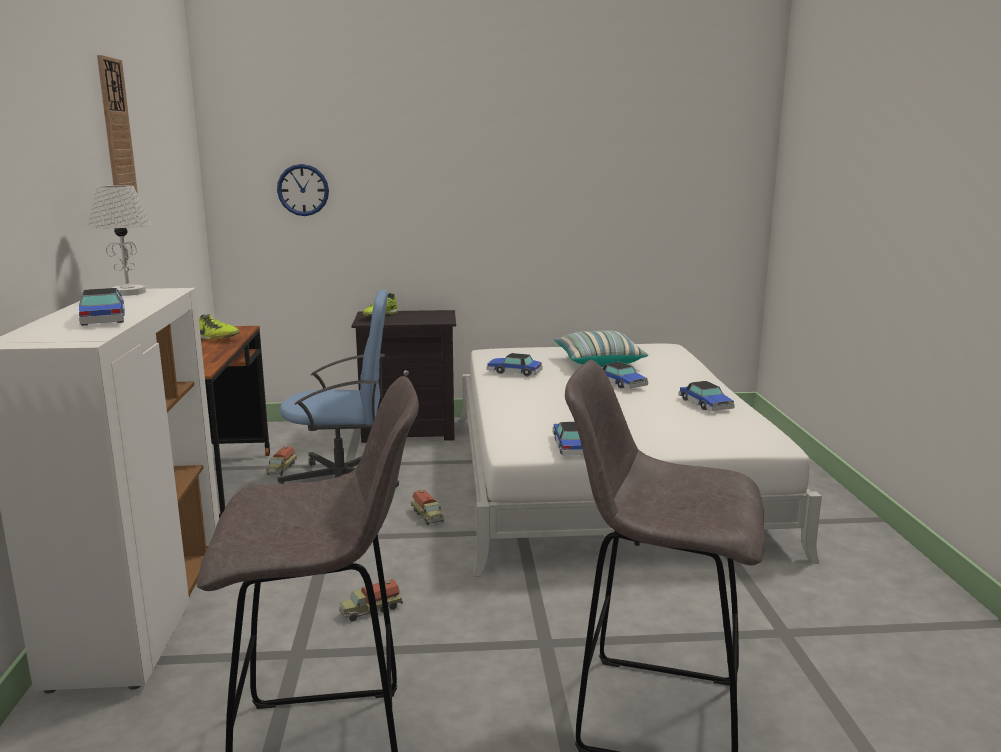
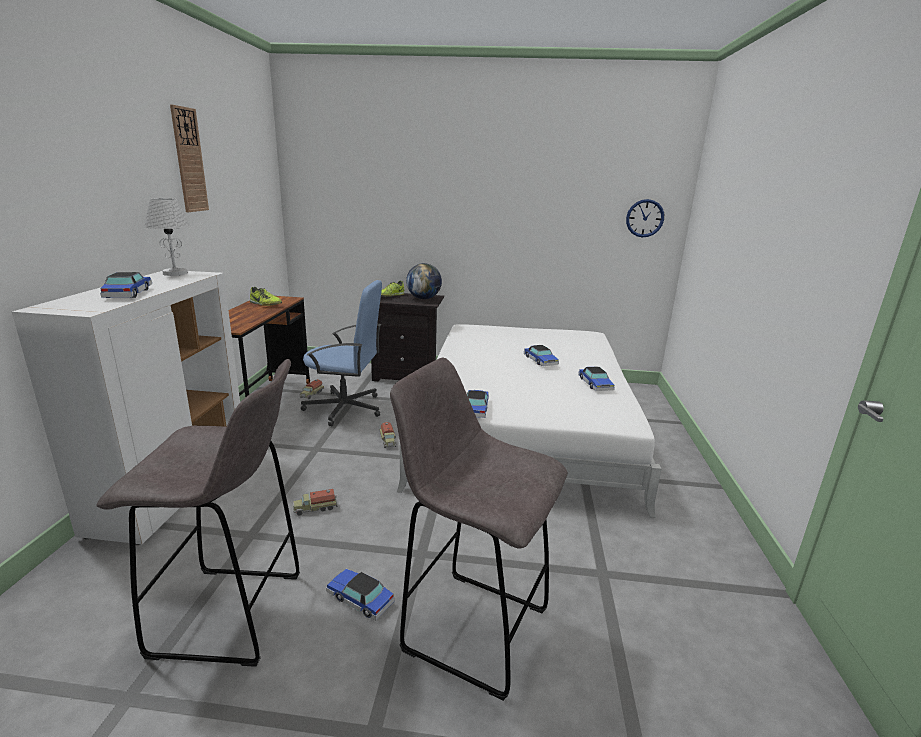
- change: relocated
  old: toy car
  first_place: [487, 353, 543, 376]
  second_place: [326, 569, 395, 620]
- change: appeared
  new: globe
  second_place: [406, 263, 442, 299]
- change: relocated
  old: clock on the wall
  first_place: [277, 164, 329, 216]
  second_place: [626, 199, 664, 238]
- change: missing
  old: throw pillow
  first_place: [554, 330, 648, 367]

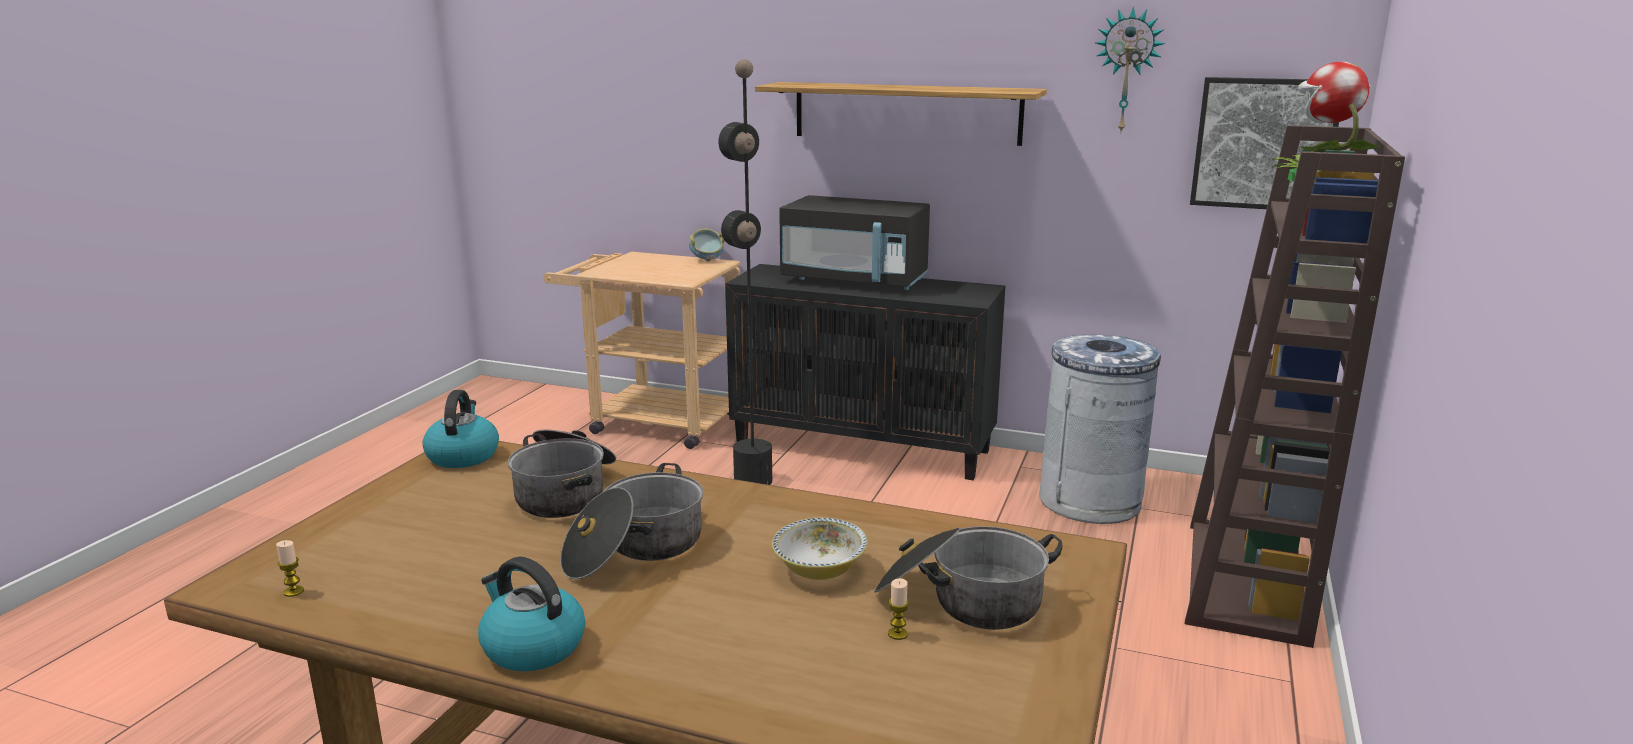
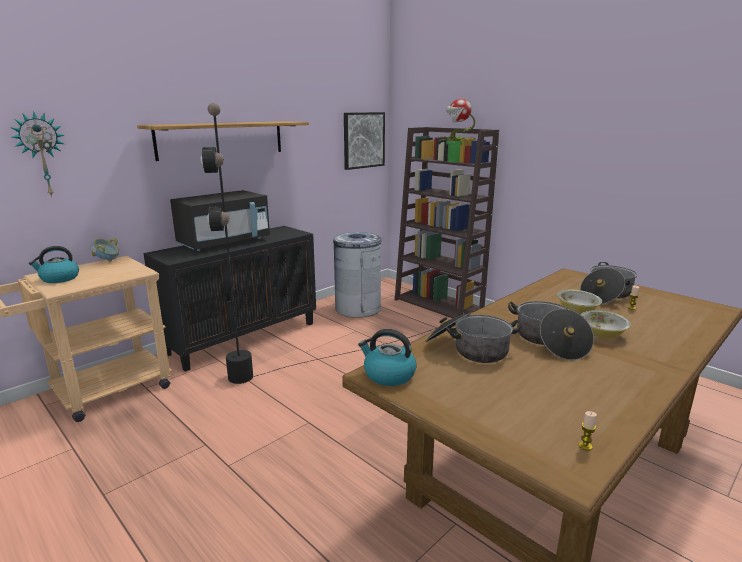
- change: relocated
  old: clock on the wall
  first_place: [1095, 7, 1165, 132]
  second_place: [10, 111, 64, 197]
- change: relocated
  old: tea kettle
  first_place: [478, 556, 585, 671]
  second_place: [29, 246, 79, 283]
- change: appeared
  new: deep dish
  second_place: [580, 310, 631, 338]

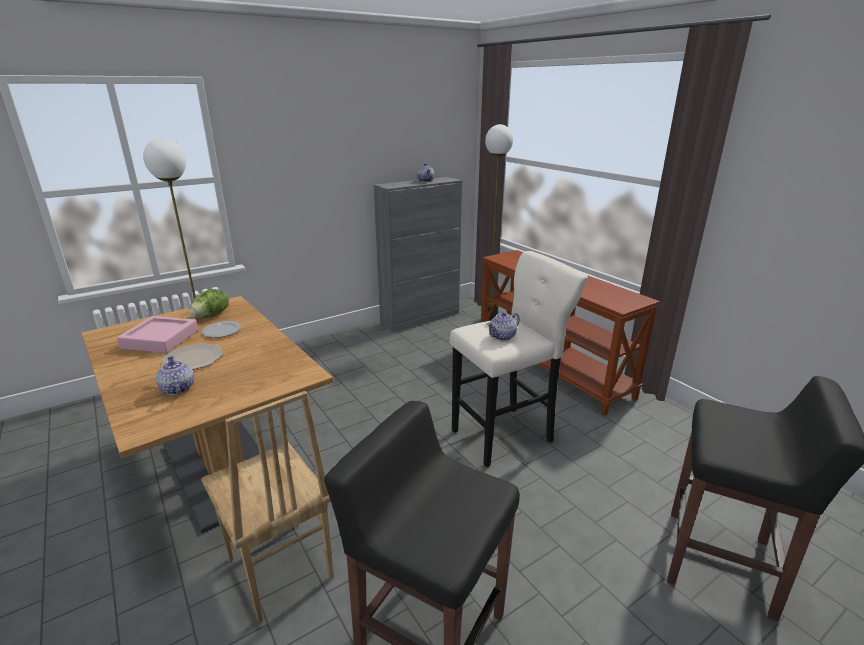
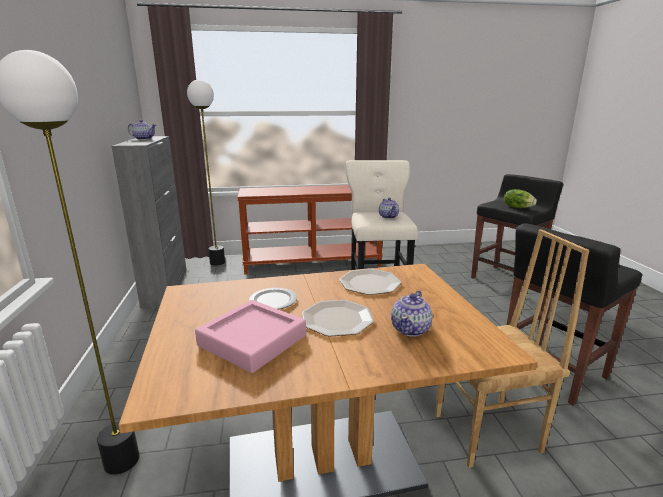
- change: appeared
  new: flat dish
  second_place: [339, 269, 402, 295]
- change: spun
  old: tea pot
  first_place: [156, 356, 194, 395]
  second_place: [391, 291, 433, 336]
  degrees: -60
- change: relocated
  old: lettuce head
  first_place: [189, 289, 229, 318]
  second_place: [504, 189, 537, 208]

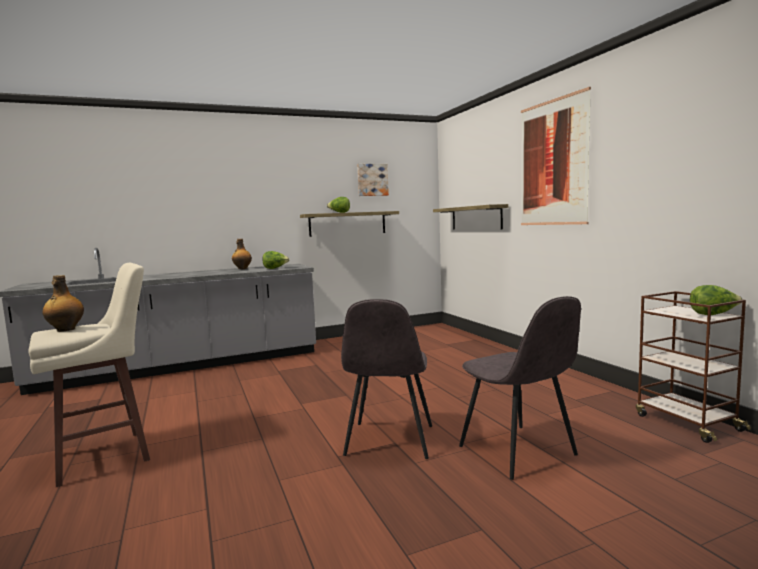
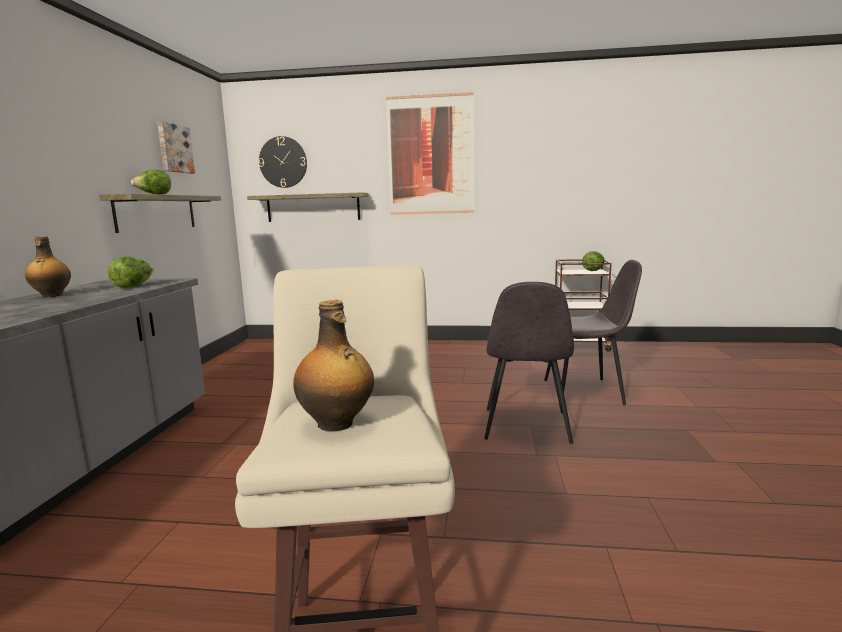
- change: appeared
  new: clock on the wall
  second_place: [259, 136, 307, 188]
- change: spun
  old: greyish upright chair
  first_place: [341, 299, 432, 459]
  second_place: [484, 282, 574, 444]
  degrees: 60

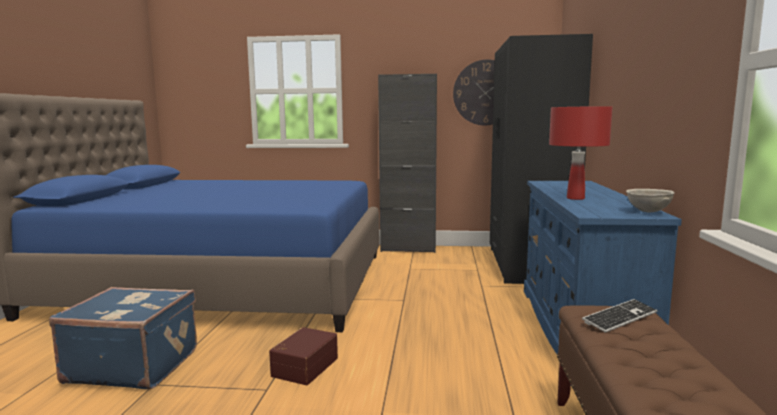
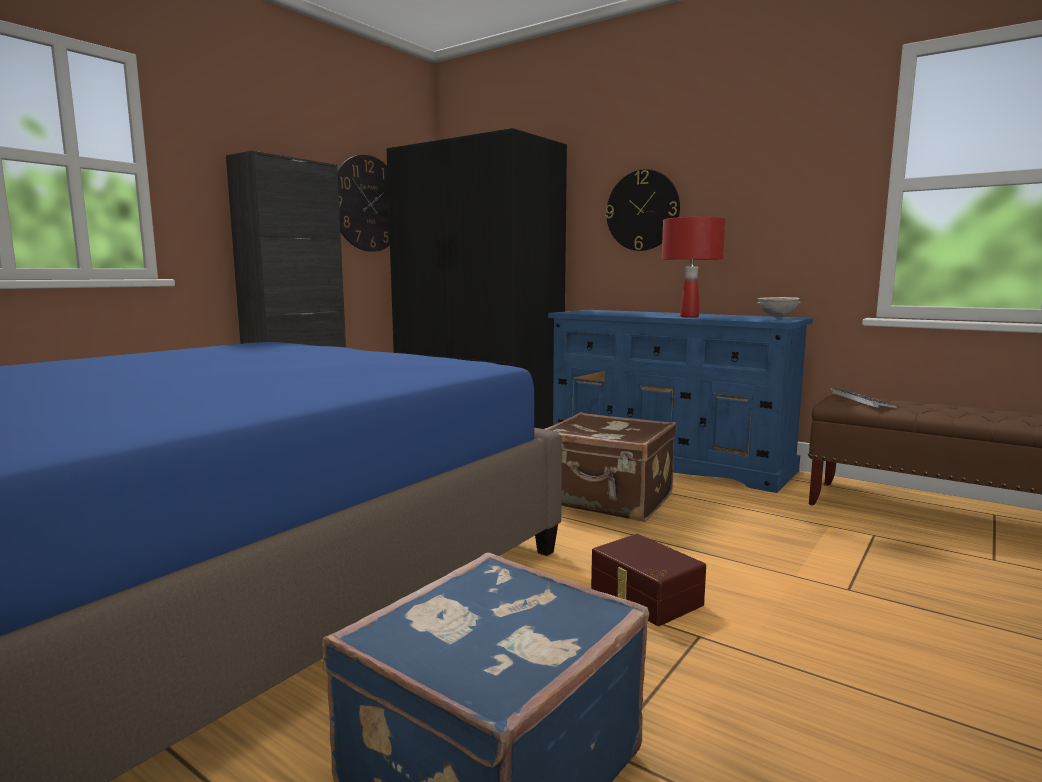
- change: appeared
  new: brownish piece of luggage
  second_place: [545, 412, 676, 522]
- change: appeared
  new: clock on the wall
  second_place: [606, 169, 680, 251]

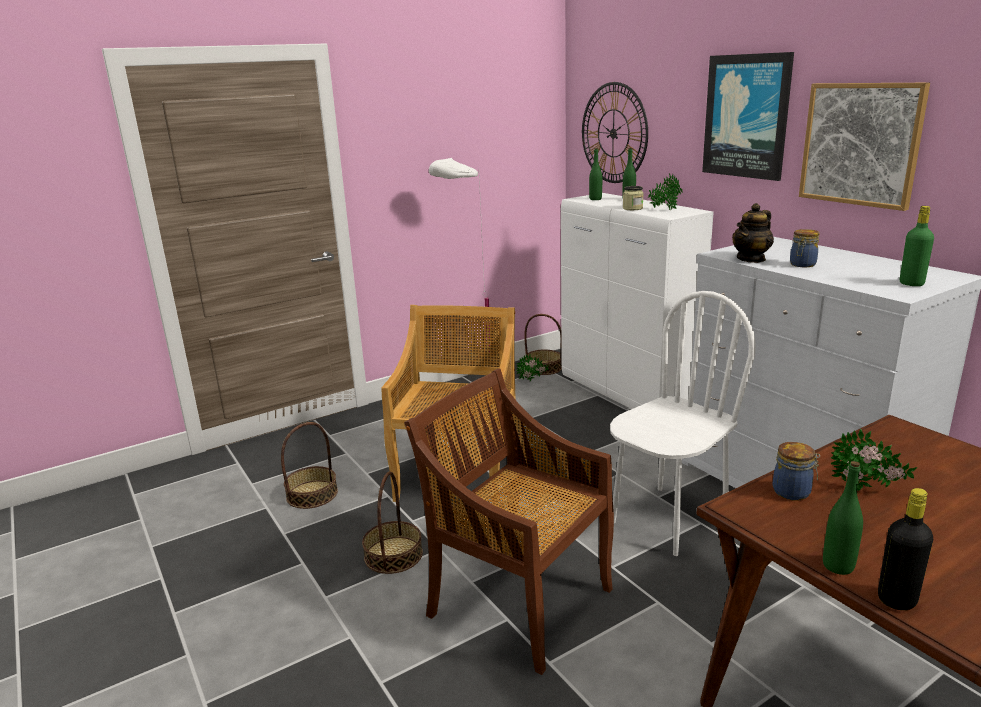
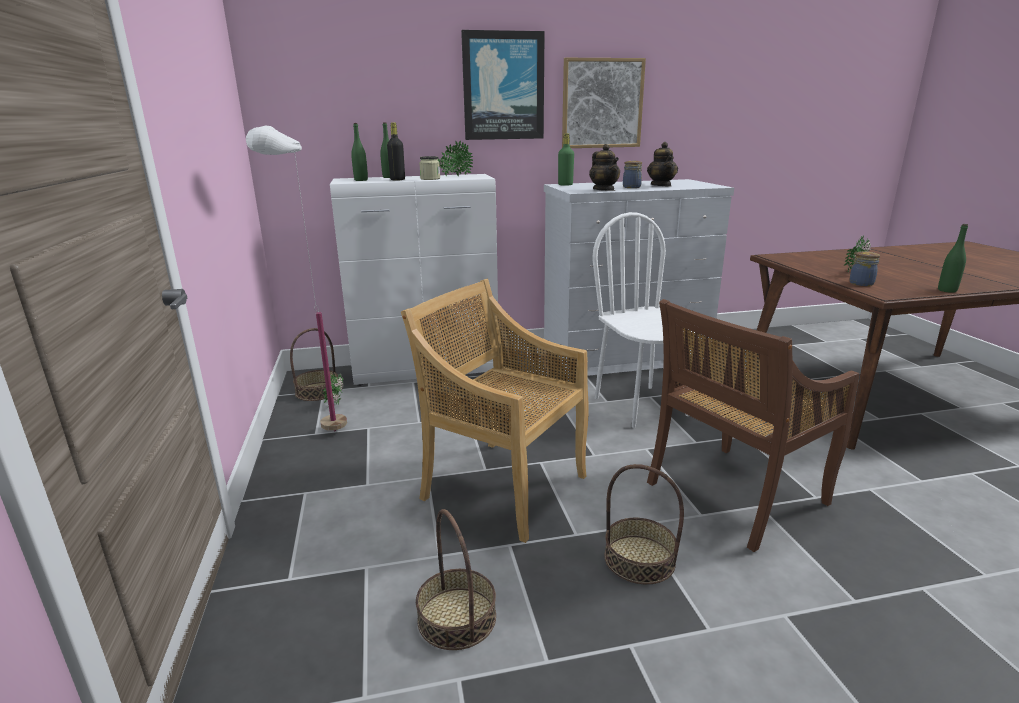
- change: relocated
  old: blackish drink bottle
  first_place: [878, 488, 933, 610]
  second_place: [387, 122, 405, 181]
- change: relocated
  old: greenish drink bottle
  first_place: [900, 206, 934, 286]
  second_place: [558, 133, 574, 186]
- change: appeared
  new: tea pot
  second_place: [647, 142, 678, 186]
- change: missing
  old: clock on the wall
  first_place: [582, 82, 648, 183]

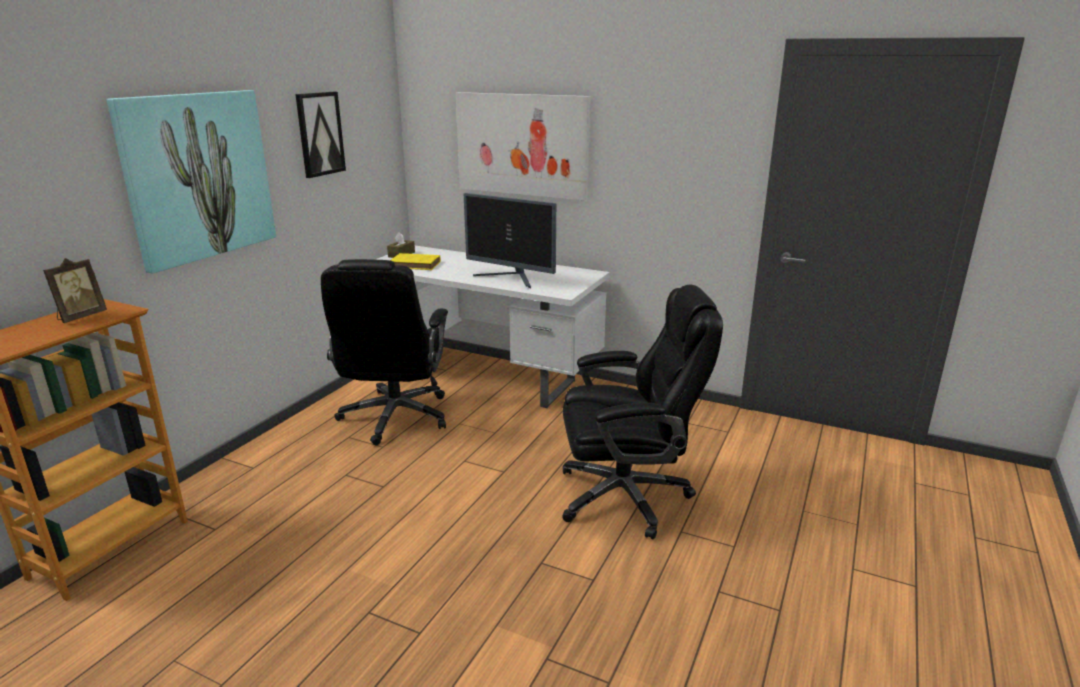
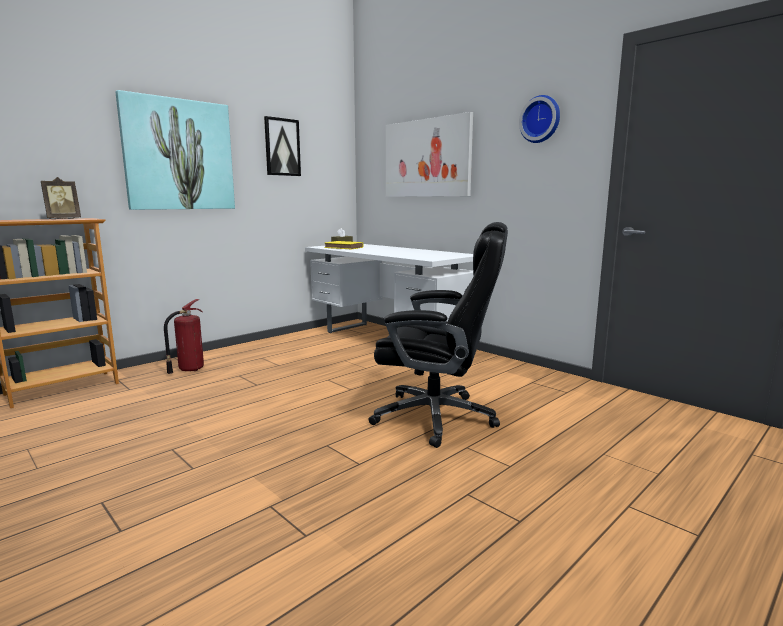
- change: appeared
  new: fire extinguisher
  second_place: [164, 299, 204, 374]
- change: appeared
  new: clock on the wall
  second_place: [519, 95, 560, 143]
- change: missing
  old: blackish desk chair
  first_place: [321, 259, 448, 445]
- change: missing
  old: monitor
  first_place: [464, 193, 556, 288]

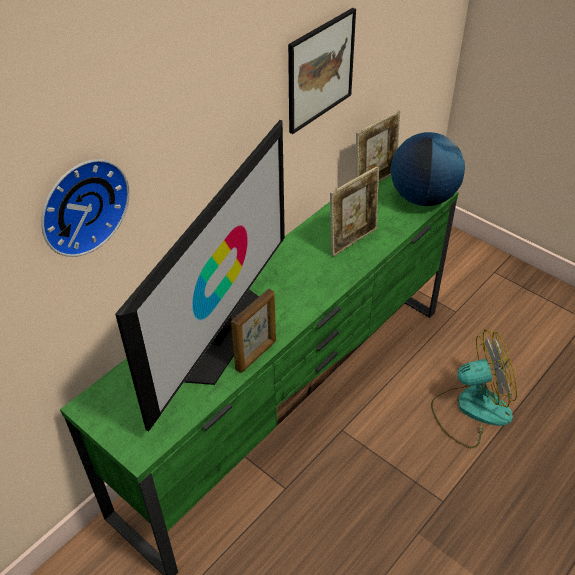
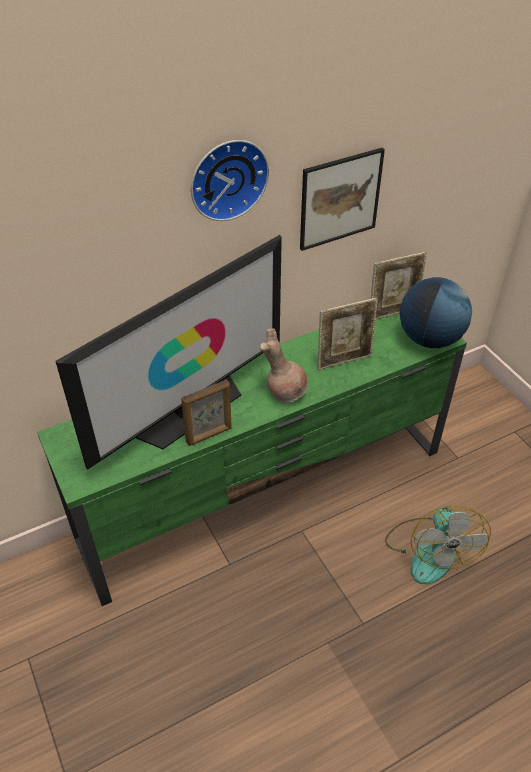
- change: relocated
  old: clock on the wall
  first_place: [41, 159, 130, 257]
  second_place: [191, 140, 269, 221]
- change: appeared
  new: brownish flower vase
  second_place: [260, 328, 308, 403]
- change: spun
  old: cooling fan
  first_place: [431, 329, 517, 448]
  second_place: [385, 506, 491, 584]
  degrees: 75

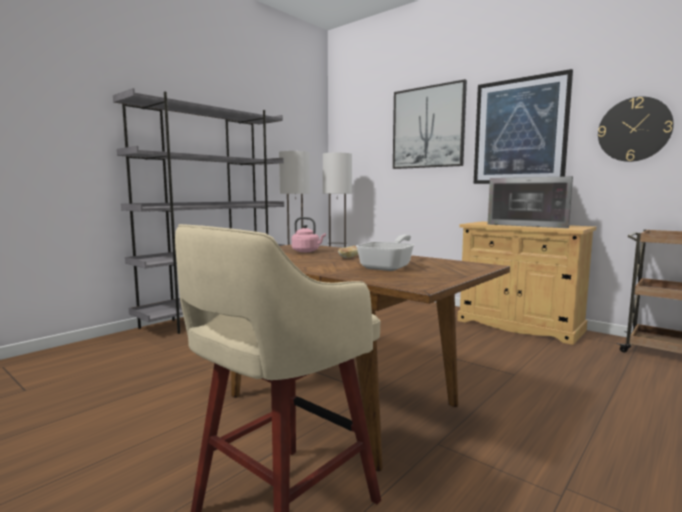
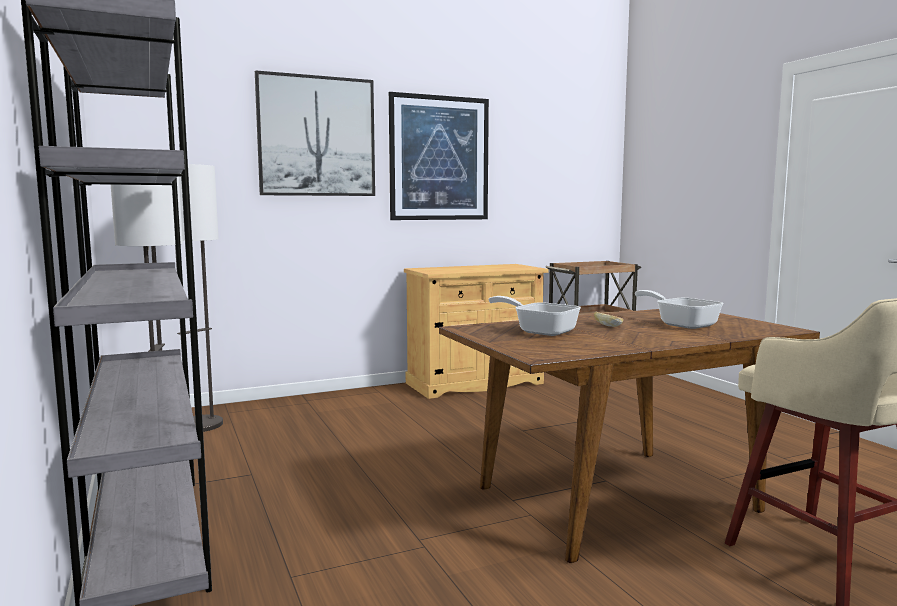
- change: exchanged
  old: pink tea kettle
  new: pan
  first_place: [291, 217, 326, 252]
  second_place: [488, 296, 581, 336]
- change: missing
  old: microwave
  first_place: [488, 176, 573, 228]
- change: missing
  old: clock on the wall
  first_place: [598, 97, 674, 162]

